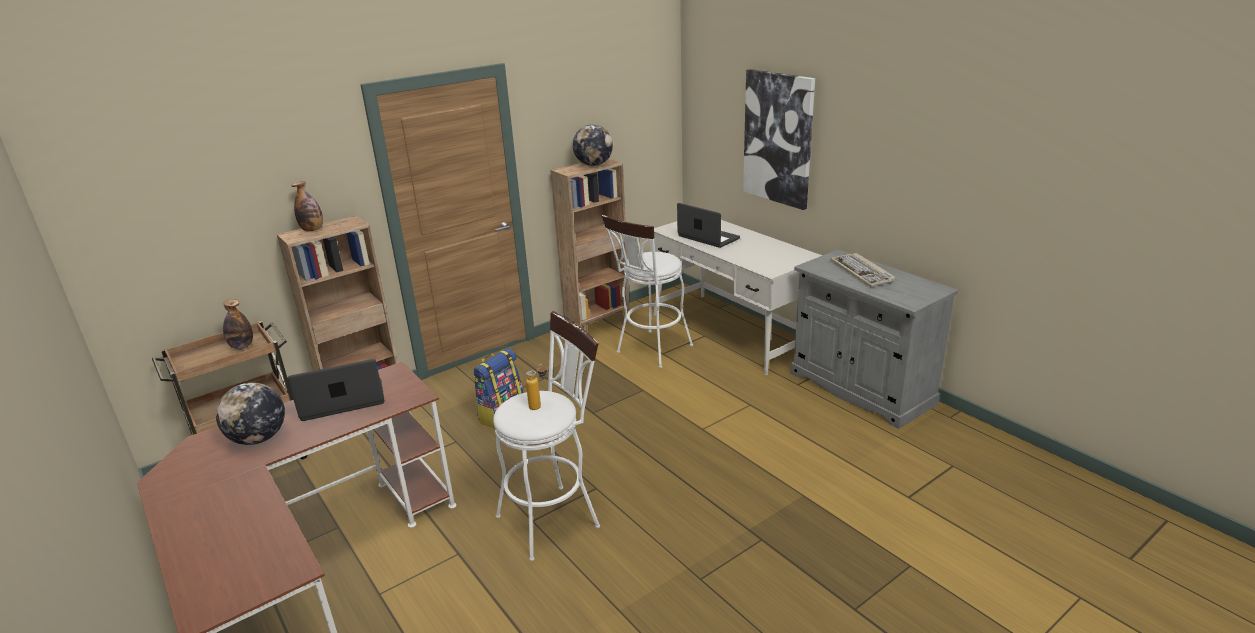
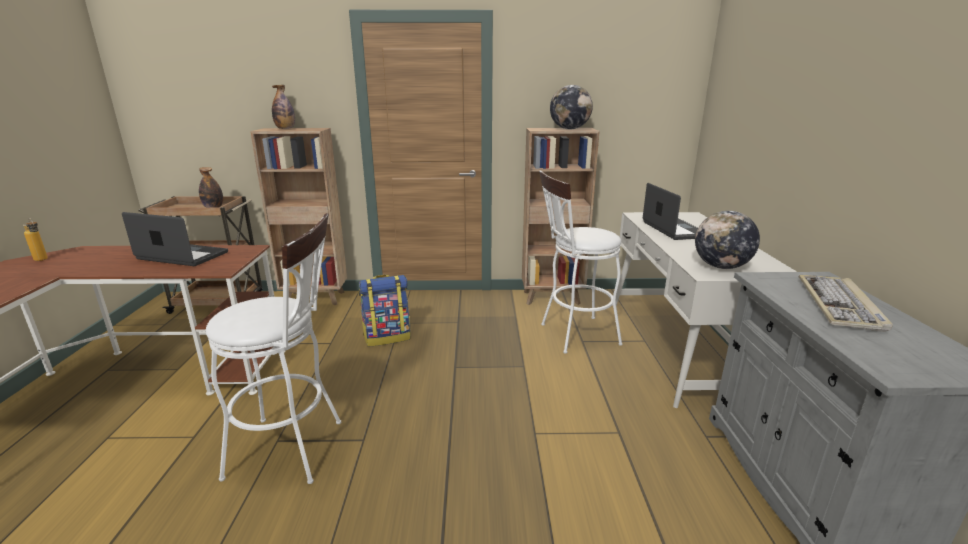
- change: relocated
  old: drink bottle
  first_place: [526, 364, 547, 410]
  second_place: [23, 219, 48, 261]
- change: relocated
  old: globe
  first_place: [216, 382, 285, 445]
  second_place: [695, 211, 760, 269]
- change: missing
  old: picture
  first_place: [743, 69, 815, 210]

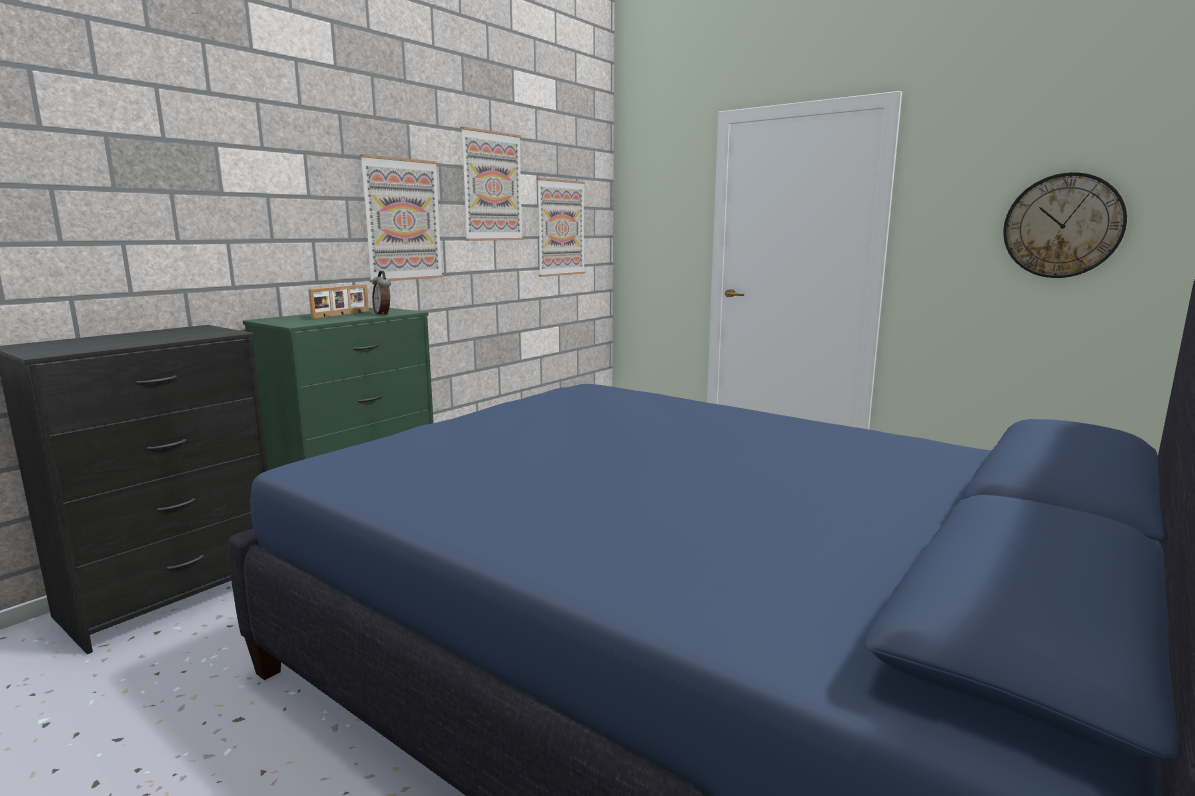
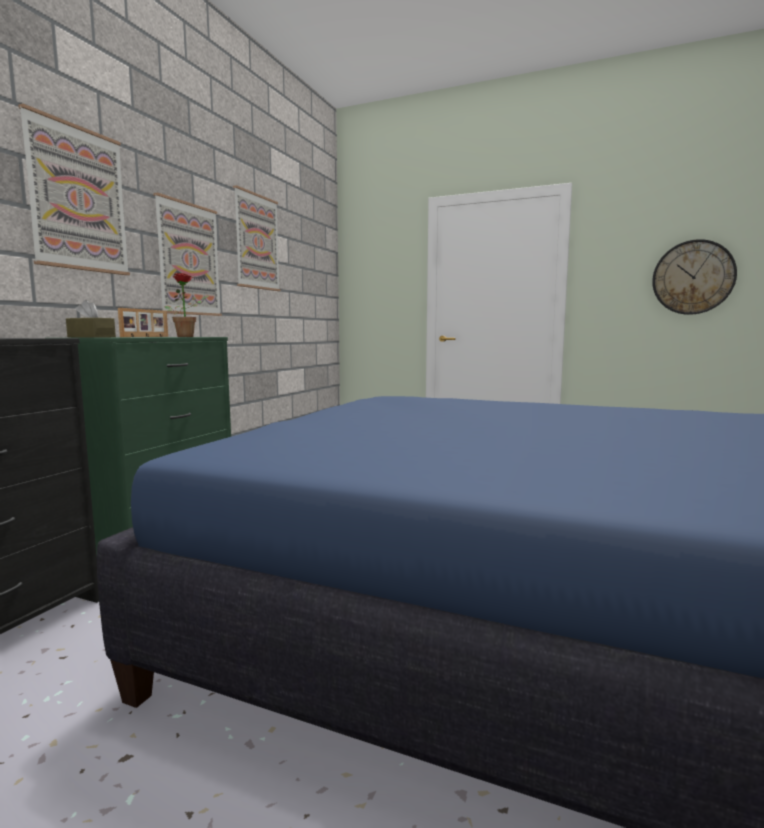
- change: relocated
  old: picture
  first_place: [536, 178, 585, 277]
  second_place: [18, 104, 130, 275]
- change: appeared
  new: brownish tissue holder
  second_place: [66, 300, 116, 337]
- change: exchanged
  old: table clock
  new: houseplant
  first_place: [372, 271, 391, 316]
  second_place: [165, 273, 210, 337]

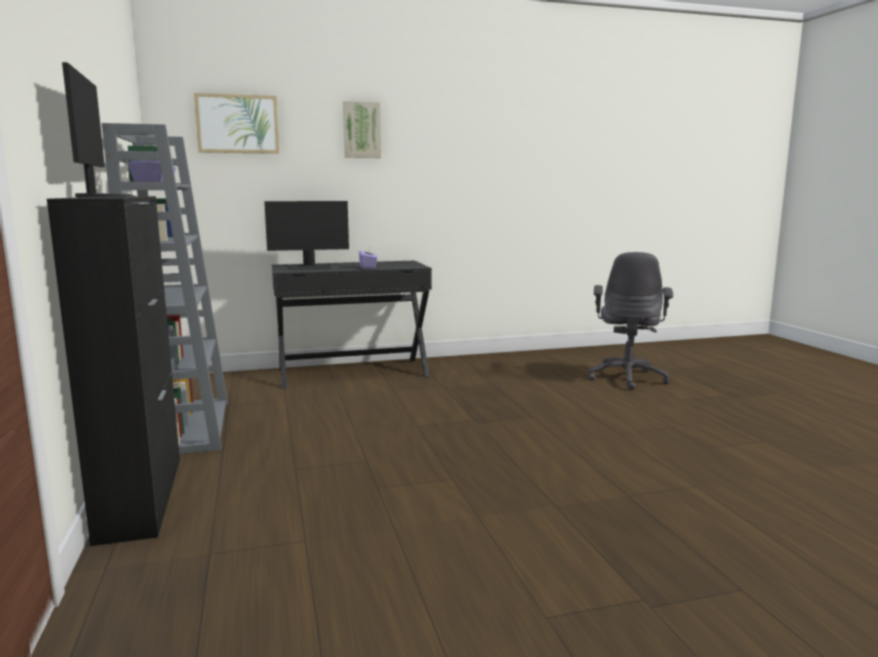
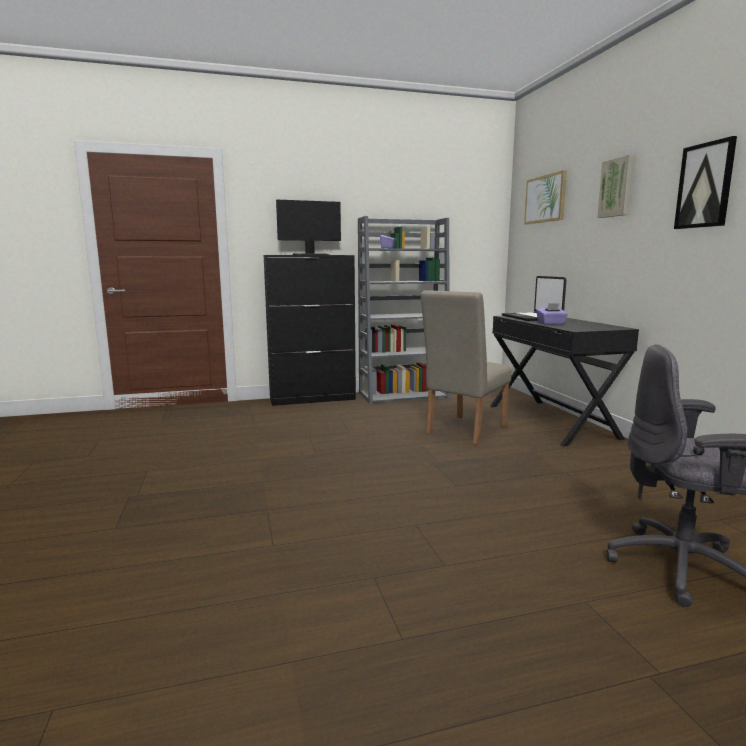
- change: appeared
  new: beige-coloured upright chair
  second_place: [420, 290, 512, 445]
- change: exchanged
  old: monitor
  new: notebook computer
  first_place: [264, 201, 349, 270]
  second_place: [502, 276, 566, 321]
- change: appeared
  new: picture
  second_place: [674, 136, 737, 229]

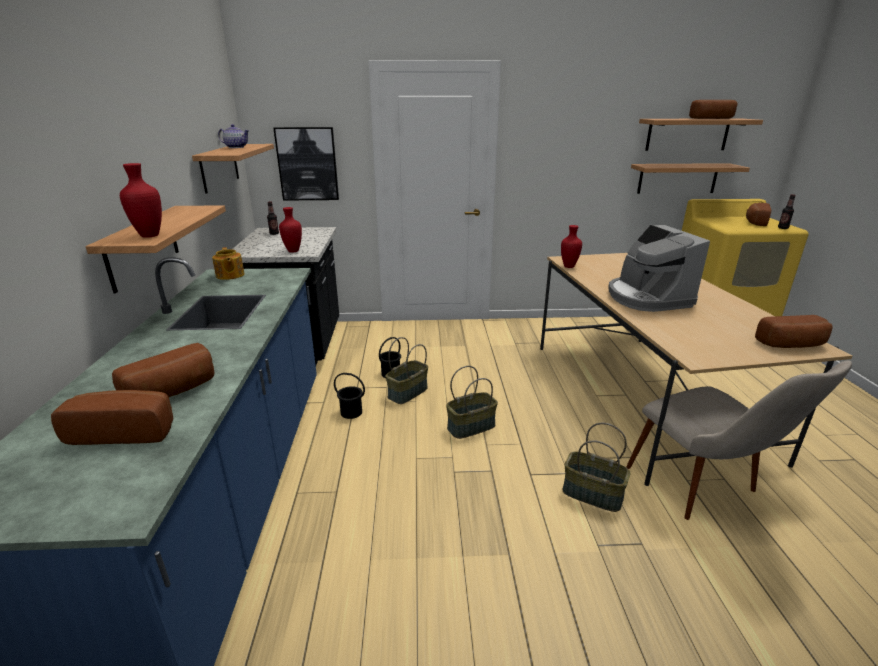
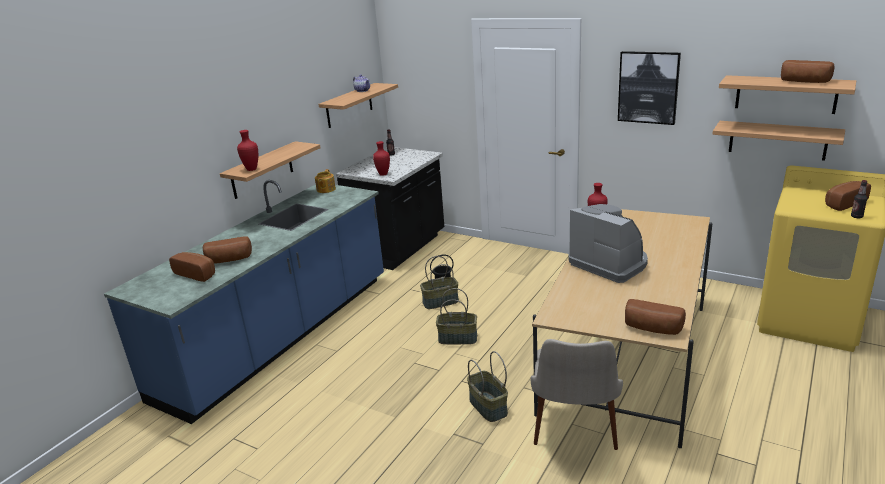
- change: spun
  old: coffee maker
  first_place: [608, 225, 710, 312]
  second_place: [568, 204, 648, 283]
  degrees: 120
- change: relocated
  old: picture
  first_place: [273, 127, 339, 201]
  second_place: [618, 51, 681, 125]
- change: missing
  old: blackish pail
  first_place: [334, 373, 365, 419]

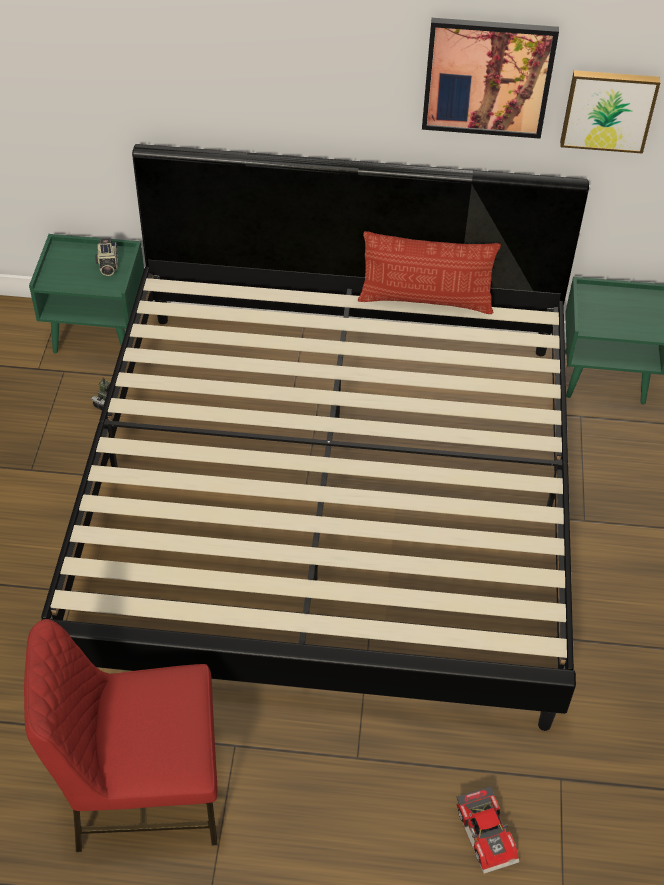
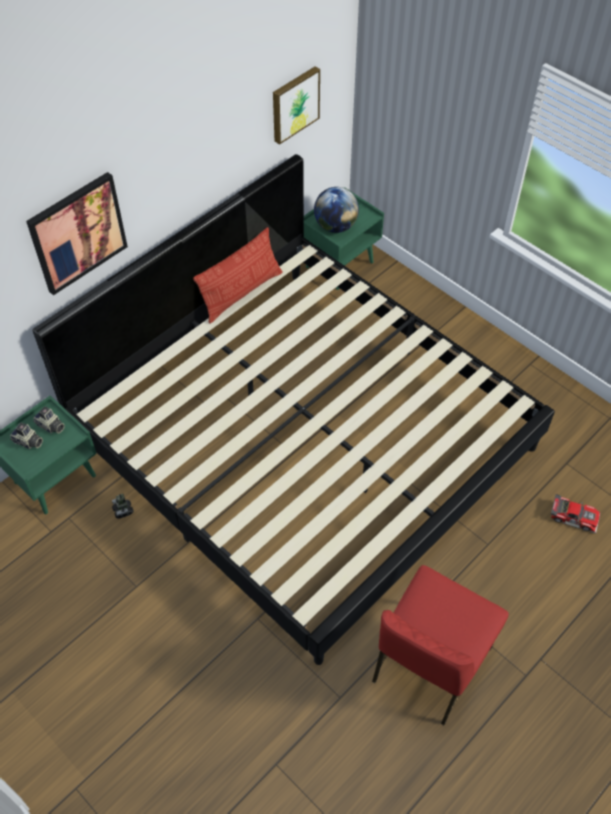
- change: appeared
  new: photo camera
  second_place: [10, 423, 43, 449]
- change: relocated
  old: picture
  first_place: [422, 18, 559, 139]
  second_place: [26, 172, 128, 295]
- change: appeared
  new: globe
  second_place: [314, 187, 359, 233]

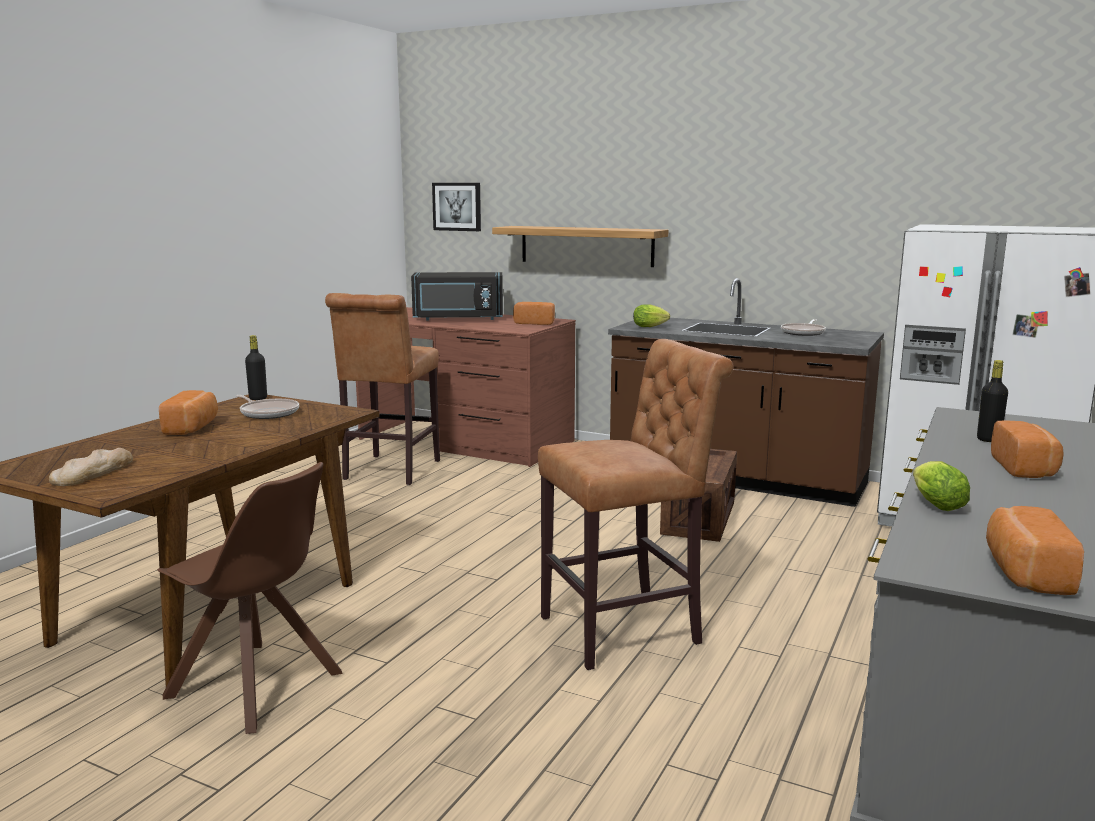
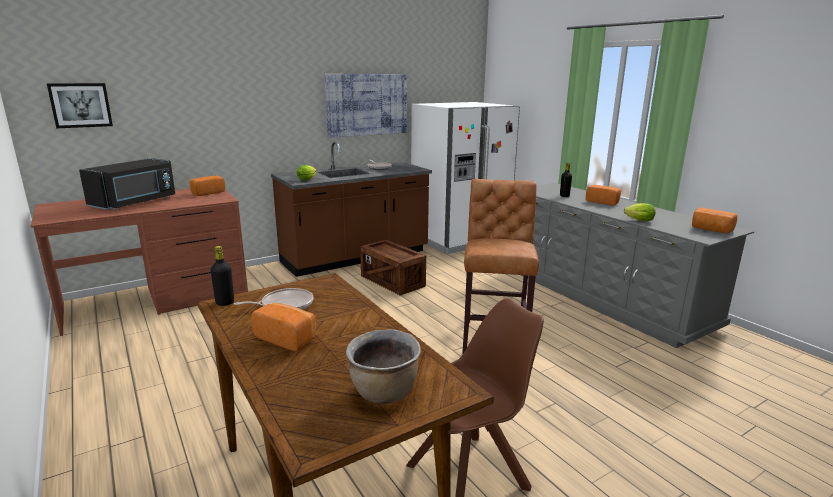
- change: appeared
  new: picture
  second_place: [325, 74, 407, 138]
- change: exchanged
  old: bakery bread
  new: brownish stockpot
  first_place: [49, 448, 133, 486]
  second_place: [346, 329, 421, 404]
- change: missing
  old: brownish sitting stool
  first_place: [325, 293, 440, 485]
- change: missing
  old: wall shelf
  first_place: [492, 226, 668, 267]

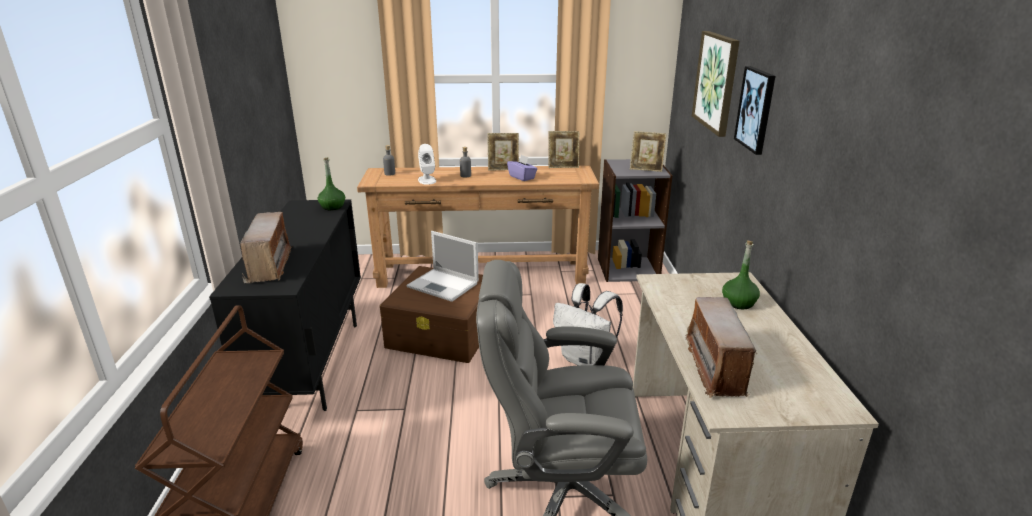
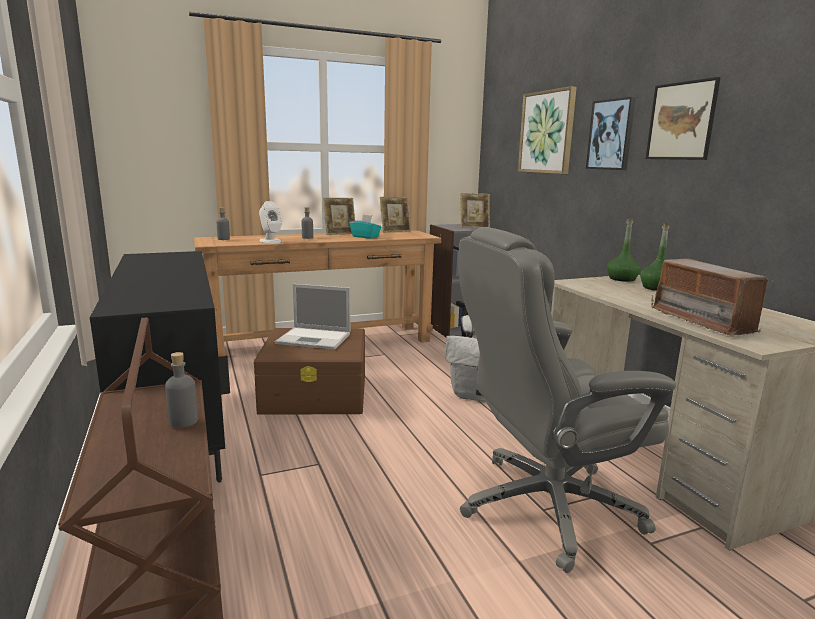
- change: appeared
  new: greyish drink bottle
  second_place: [165, 352, 198, 428]
- change: colour
  old: purplish tissue holder
  new: turquoise-coloured tissue holder
  first_place: [507, 155, 538, 181]
  second_place: [350, 215, 381, 239]
- change: relocated
  old: greenish drink bottle
  first_place: [318, 158, 345, 210]
  second_place: [607, 219, 641, 282]
- change: appeared
  new: picture
  second_place: [646, 77, 721, 160]
- change: missing
  old: radio
  first_place: [240, 212, 293, 283]

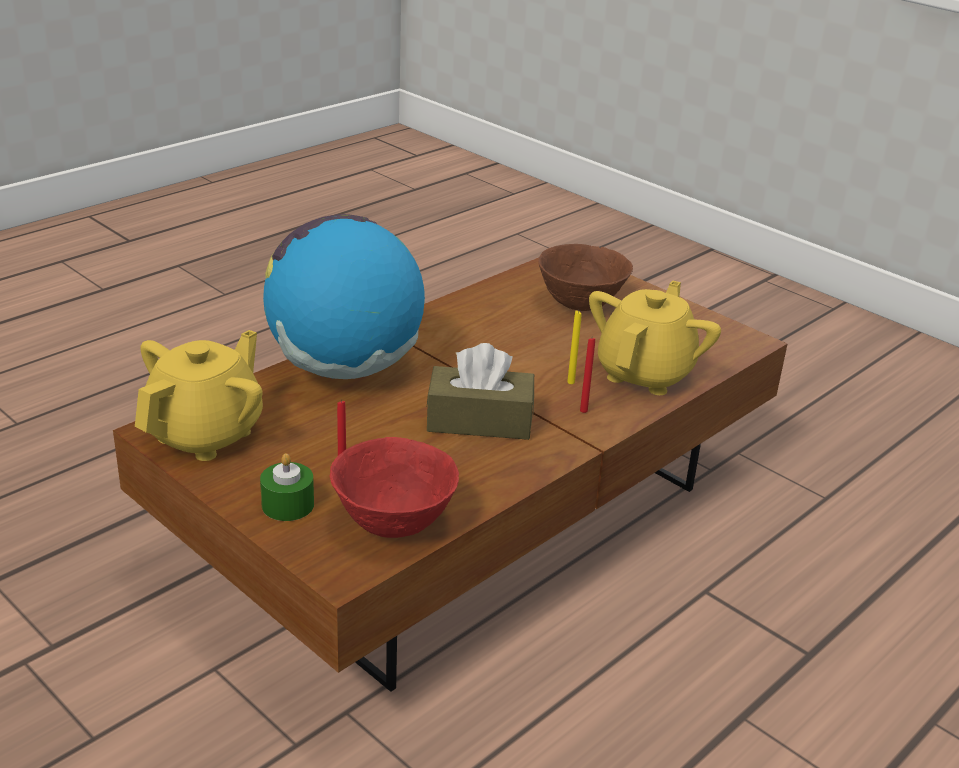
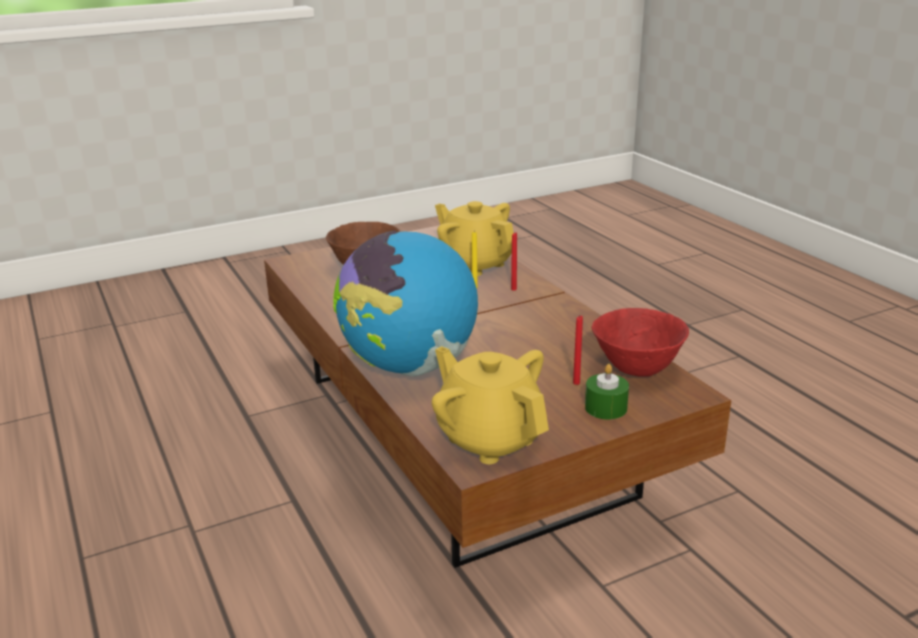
- change: missing
  old: brownish tissue holder
  first_place: [426, 343, 534, 440]

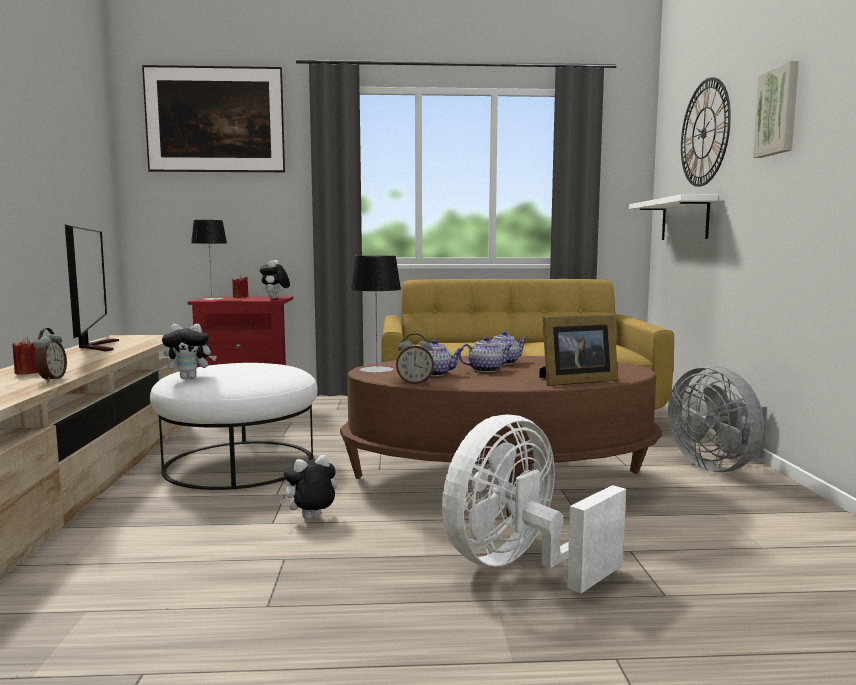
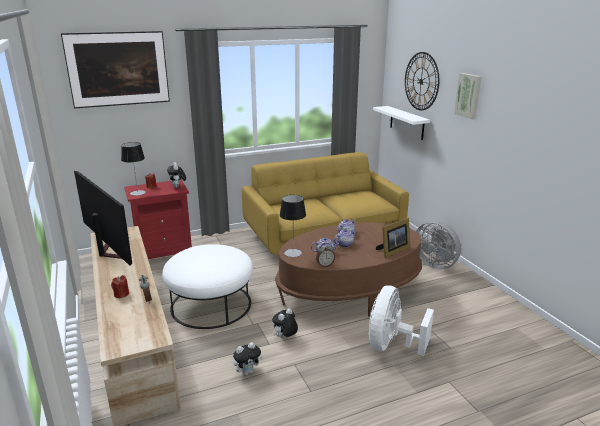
- change: relocated
  old: cuddly toy
  first_place: [162, 324, 217, 379]
  second_place: [233, 342, 263, 375]

